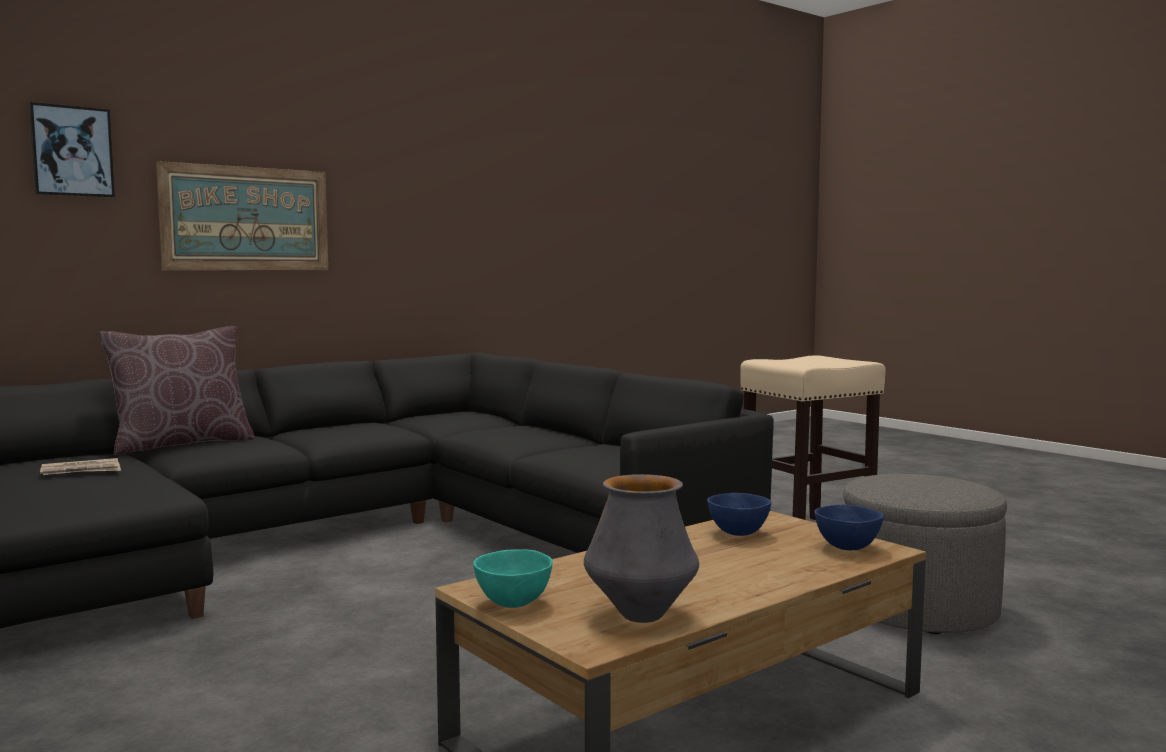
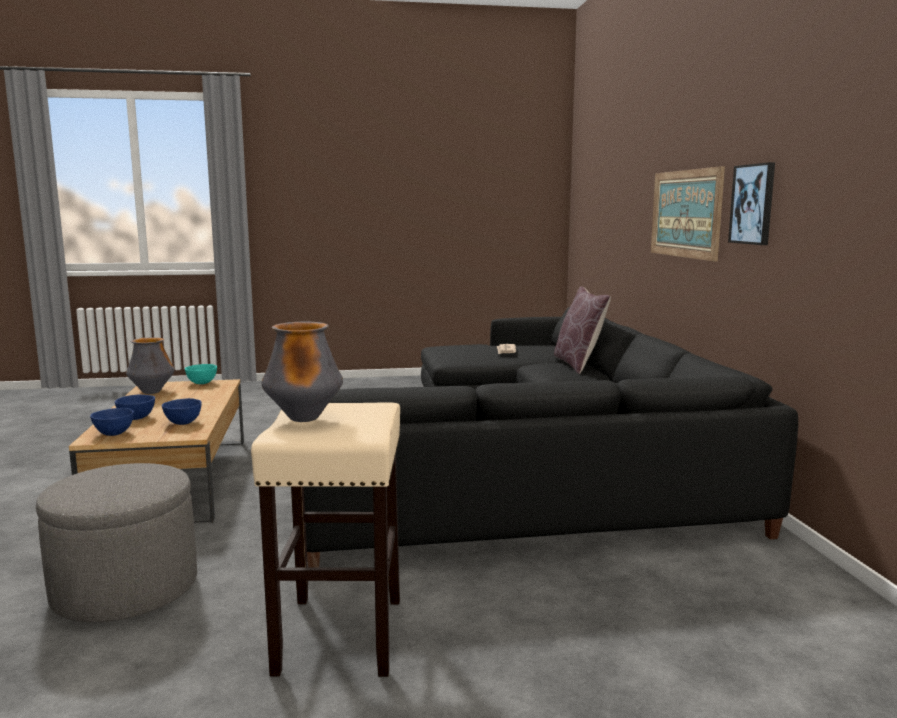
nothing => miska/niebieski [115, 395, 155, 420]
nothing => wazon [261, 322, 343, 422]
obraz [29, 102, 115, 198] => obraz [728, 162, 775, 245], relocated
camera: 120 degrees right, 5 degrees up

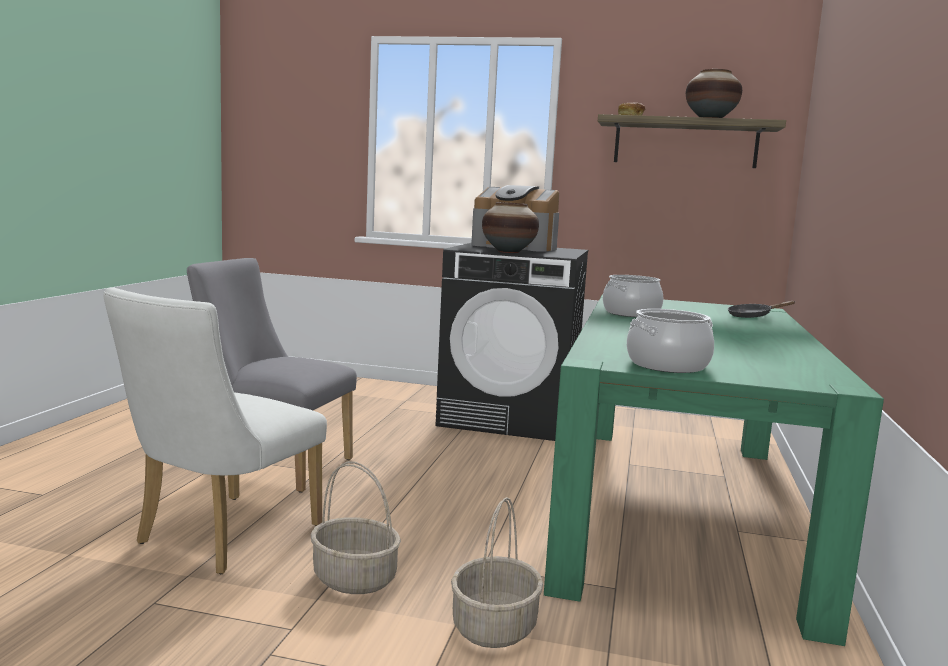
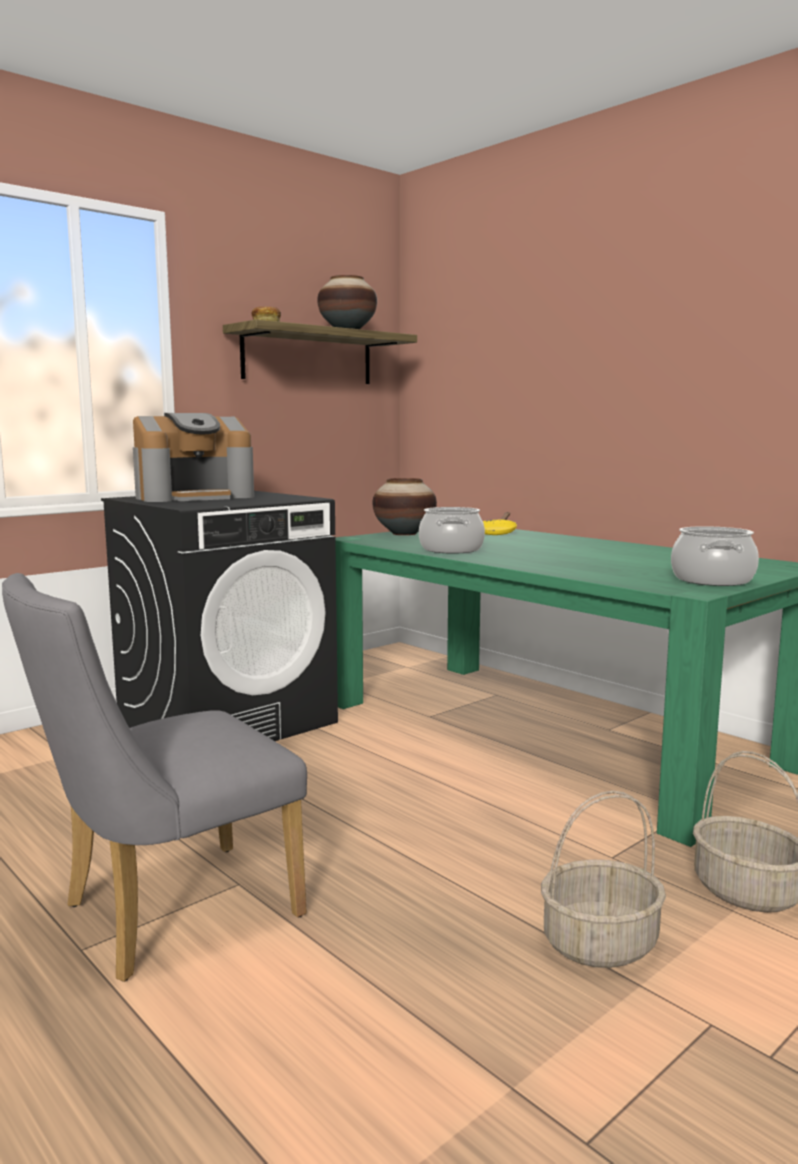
krzesło/biały [103, 287, 327, 574] => nothing
wazon [482, 202, 539, 253] => wazon [372, 478, 437, 535], relocated
patelnia/czarny [728, 301, 795, 318] => patelnia/żółty [483, 512, 517, 535]
camera: 55 degrees left, 0 degrees up

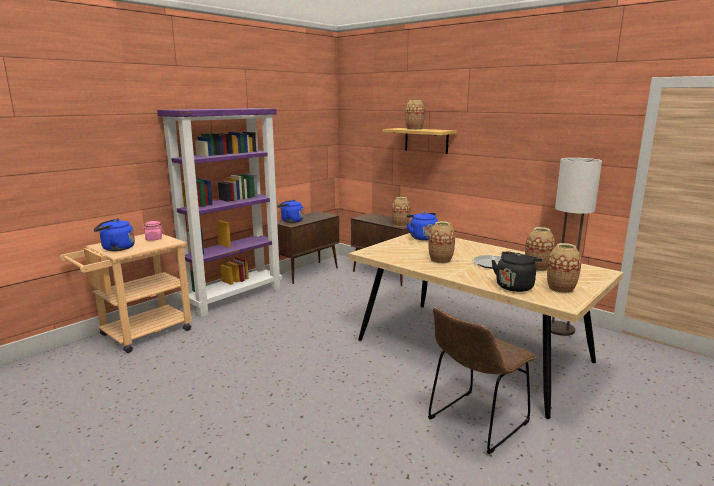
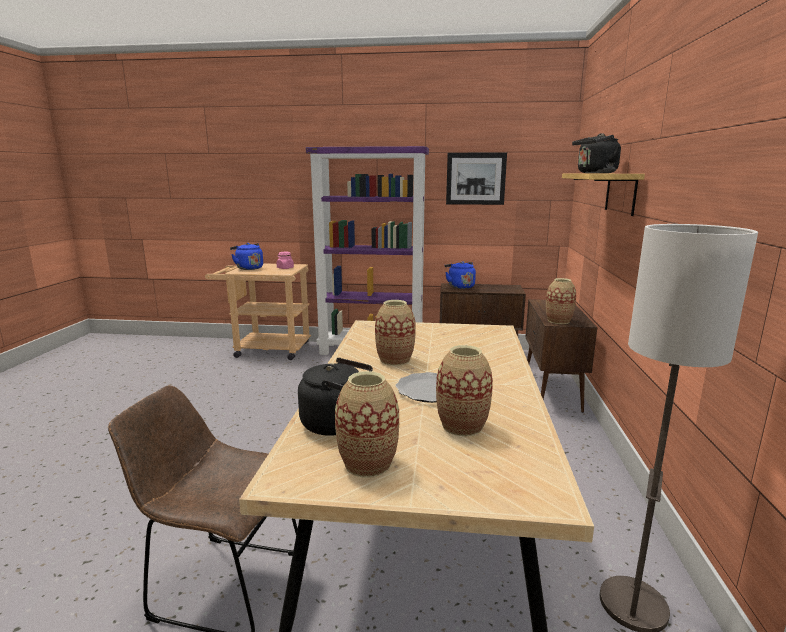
czajnik/niebieski [407, 212, 438, 241] => nothing
nothing => obraz [446, 152, 507, 205]
wazon [405, 99, 425, 130] => czajnik/czarny [572, 133, 621, 173]
camera: 55 degrees right, 0 degrees up

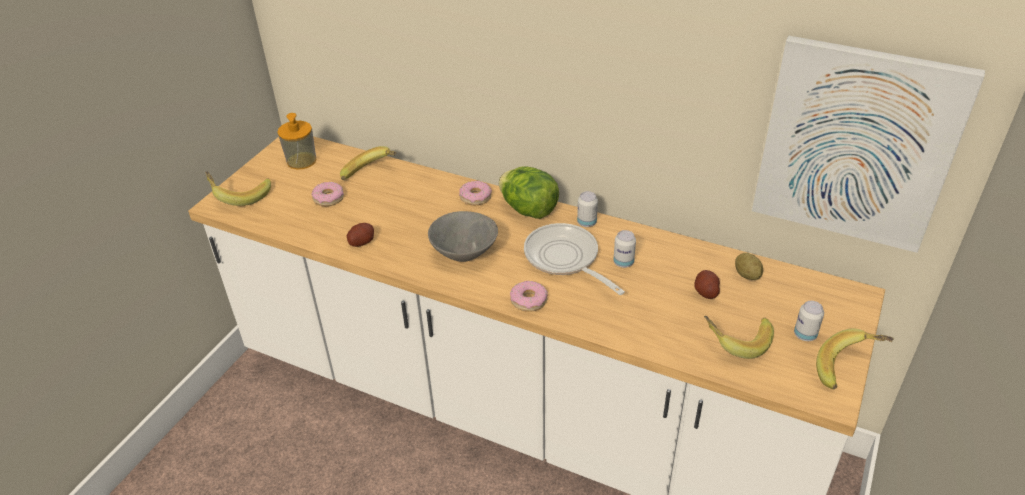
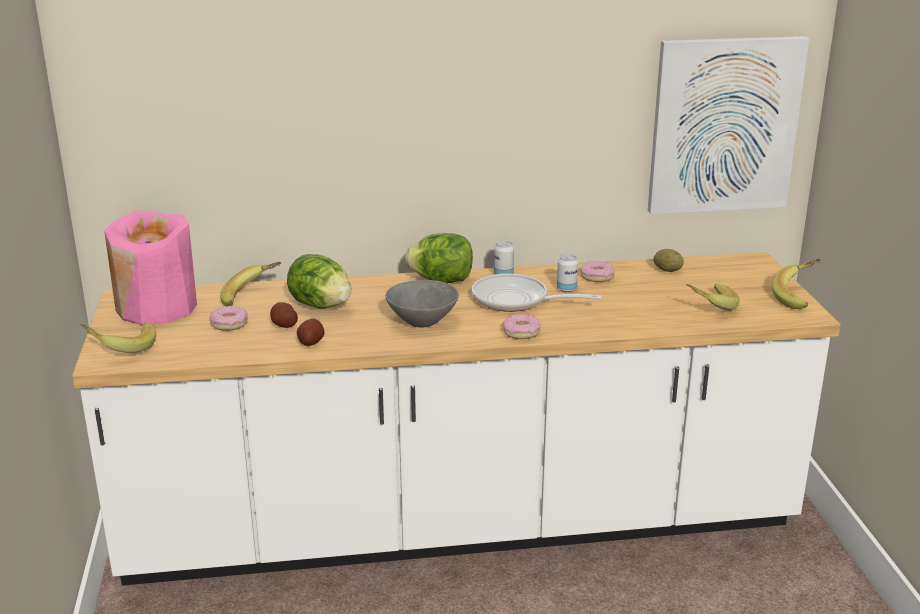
puszka [794, 301, 824, 341] => nothing
nothing => sałata [287, 254, 352, 309]
donut [459, 181, 492, 205] => donut [580, 261, 615, 282], relocated
ziemniak [694, 270, 720, 299] => ziemniak [270, 302, 298, 328], relocated
dozownik mydła [277, 113, 316, 169] => wazon/różowy [104, 210, 197, 325]
camera: 35 degrees left, 15 degrees down

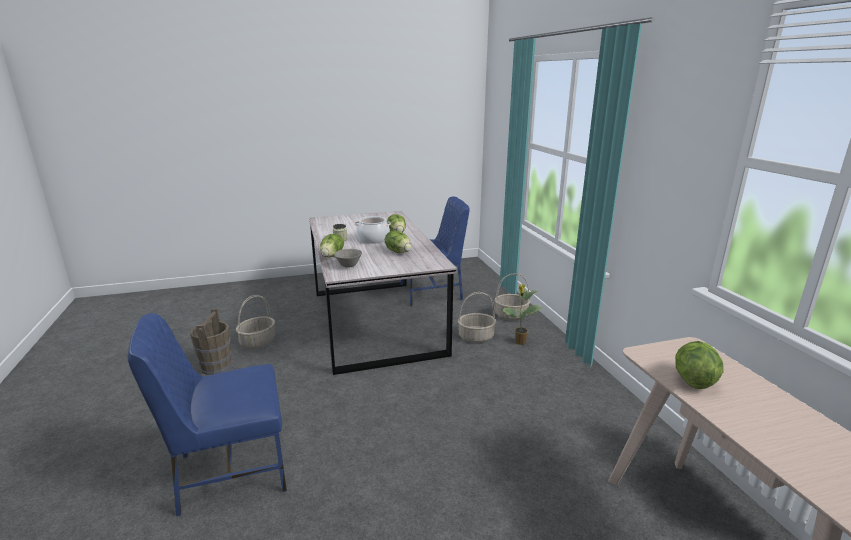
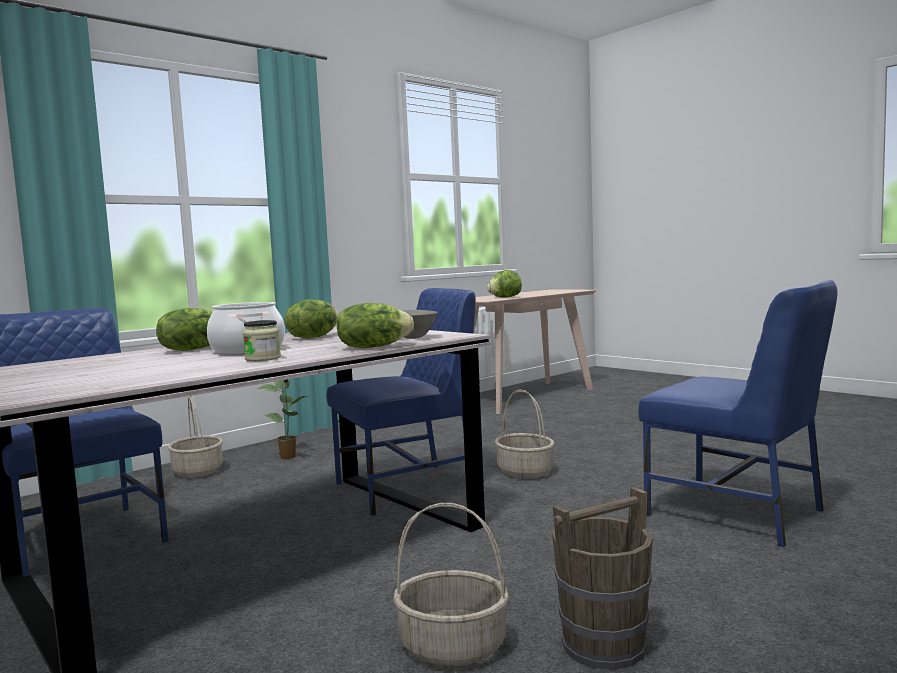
nothing => krzesło/niebieski [327, 288, 476, 516]
koszyk [458, 292, 496, 343] => koszyk [494, 389, 554, 479], relocated
camera: 115 degrees left, 15 degrees down

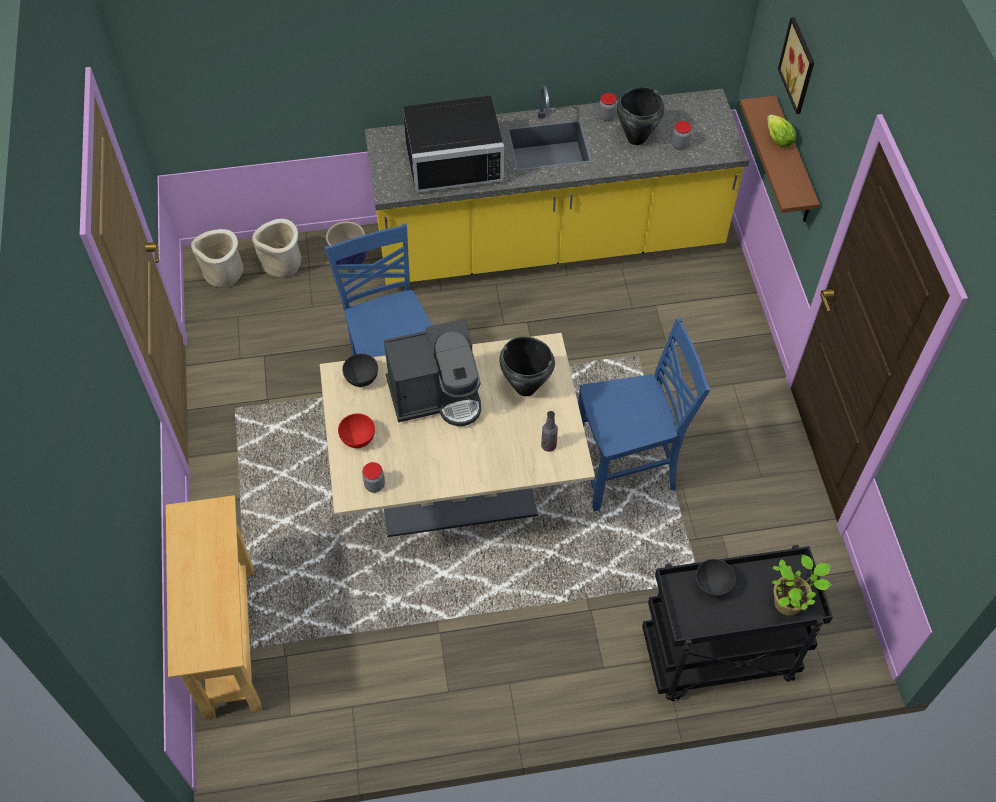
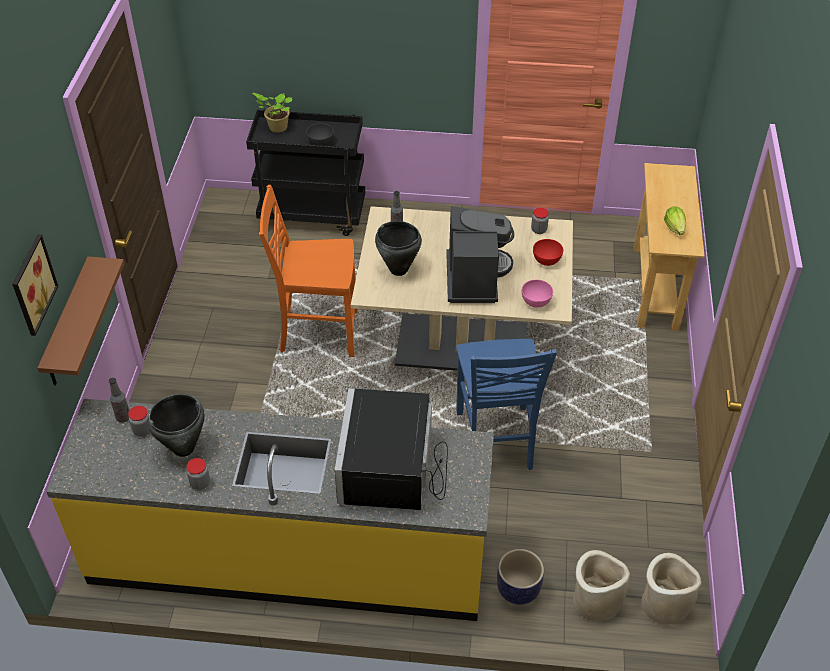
nothing => butelka [109, 378, 129, 422]
sałata [767, 114, 796, 148] => sałata [664, 206, 686, 235], relocated
miska/szary [342, 354, 378, 387] => miska/różowy [522, 280, 553, 308]
krzesło/niebieski [578, 317, 710, 511] => krzesło/pomarańczowy [259, 185, 358, 357]
ekspres do kawy [384, 319, 481, 426] => ekspres do kawy [446, 206, 514, 303], 90 degrees clockwise
mikrofalówka/czarny [403, 96, 504, 193] => mikrofalówka/czarny [335, 388, 448, 510], 90 degrees counterclockwise
camera: 165 degrees left, 10 degrees down

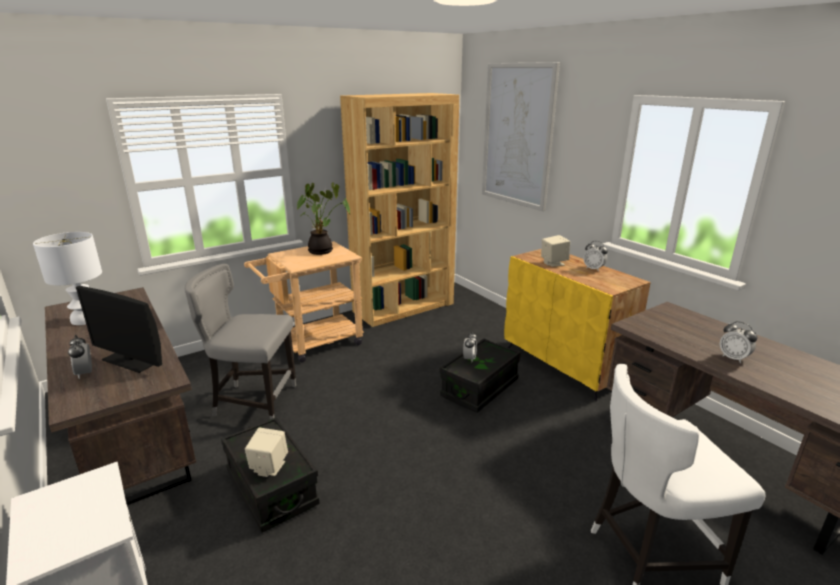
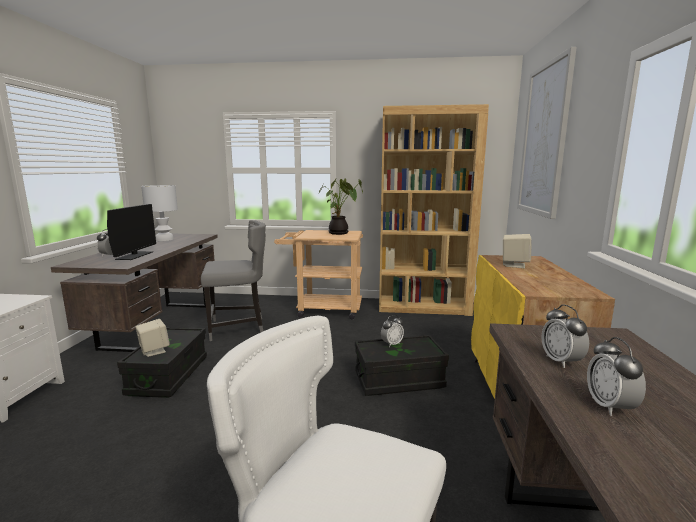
budzik [583, 241, 608, 271] => budzik [541, 305, 589, 368], relocated
monitor [76, 286, 162, 373] => monitor [107, 204, 156, 260], 150 degrees counterclockwise
krzesło/szary [185, 264, 296, 419] => krzesło/szary [201, 220, 266, 341], 120 degrees clockwise
camera: 40 degrees right, 10 degrees down

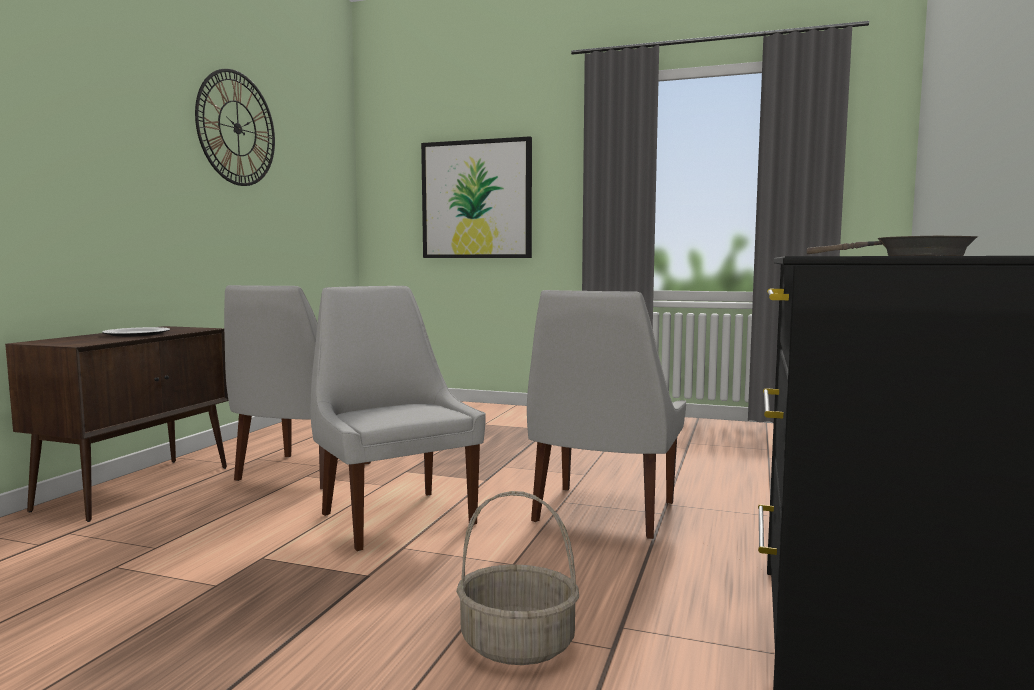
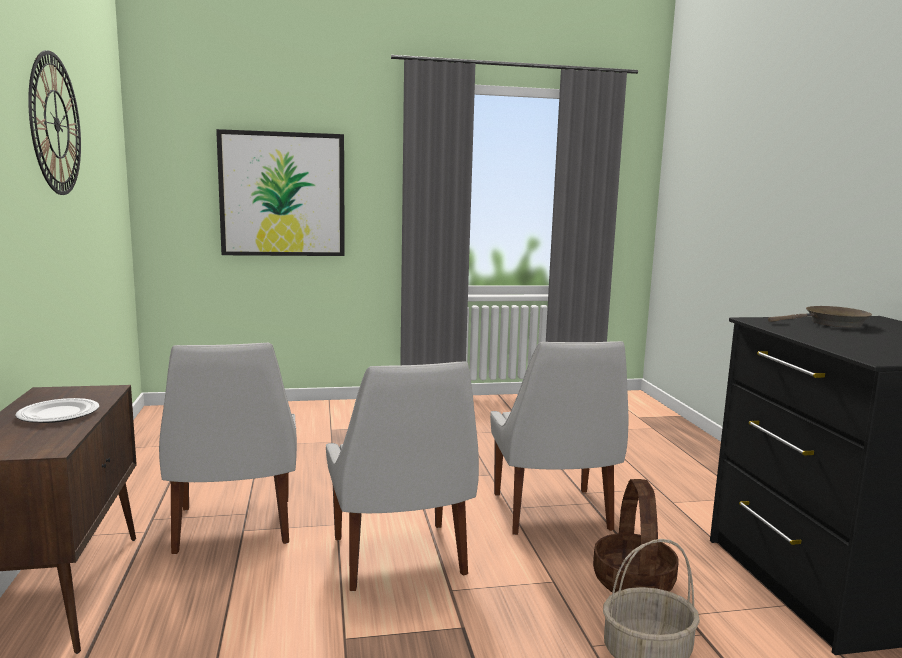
nothing => koszyk [593, 479, 679, 592]
krzesło/biały [311, 286, 486, 551] => krzesło/biały [326, 361, 479, 591], 135 degrees counterclockwise
camera: 30 degrees left, 5 degrees up

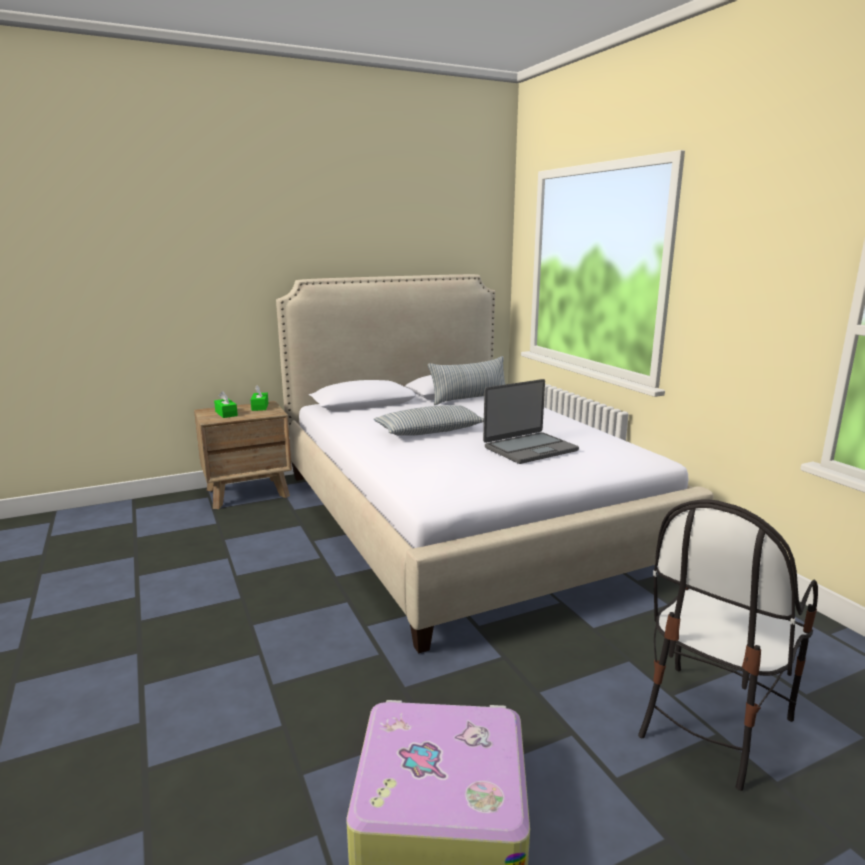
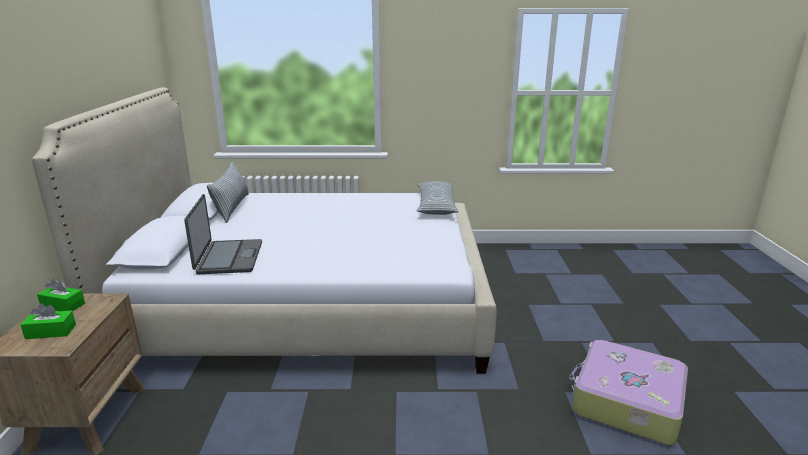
krzesło [638, 500, 818, 791] => nothing
poduszka [373, 405, 484, 436] => poduszka [417, 181, 459, 215], relocated
laptop [483, 379, 579, 464] => laptop [184, 194, 262, 274], relocated
camera: 65 degrees left, 5 degrees up

